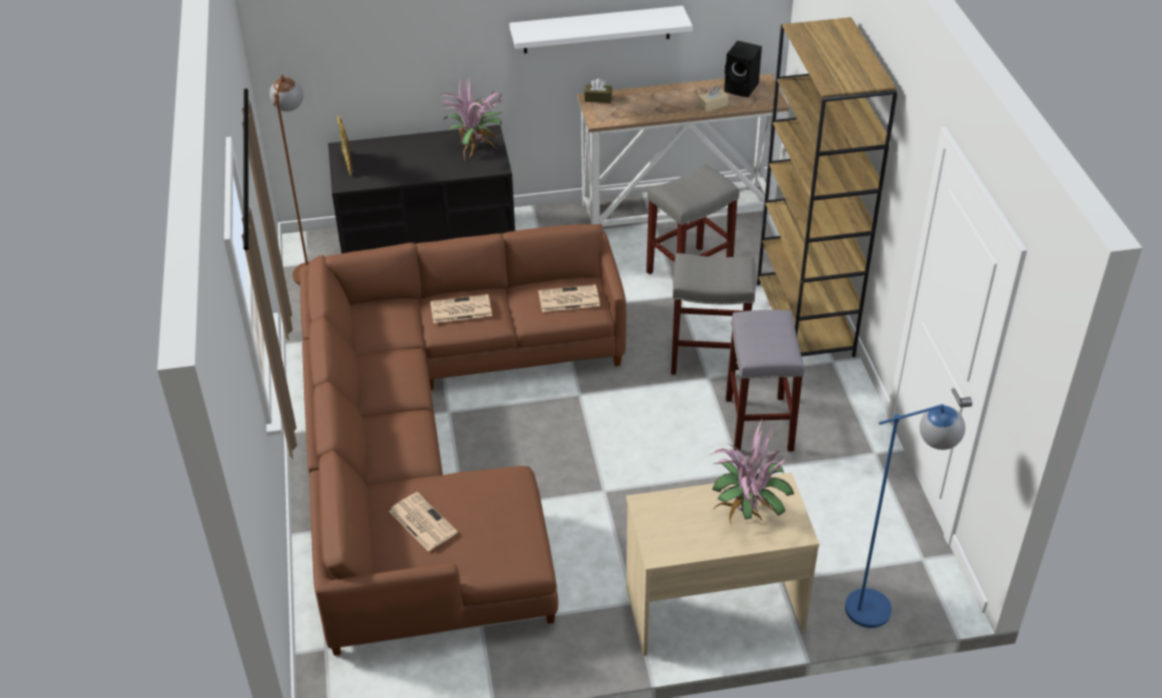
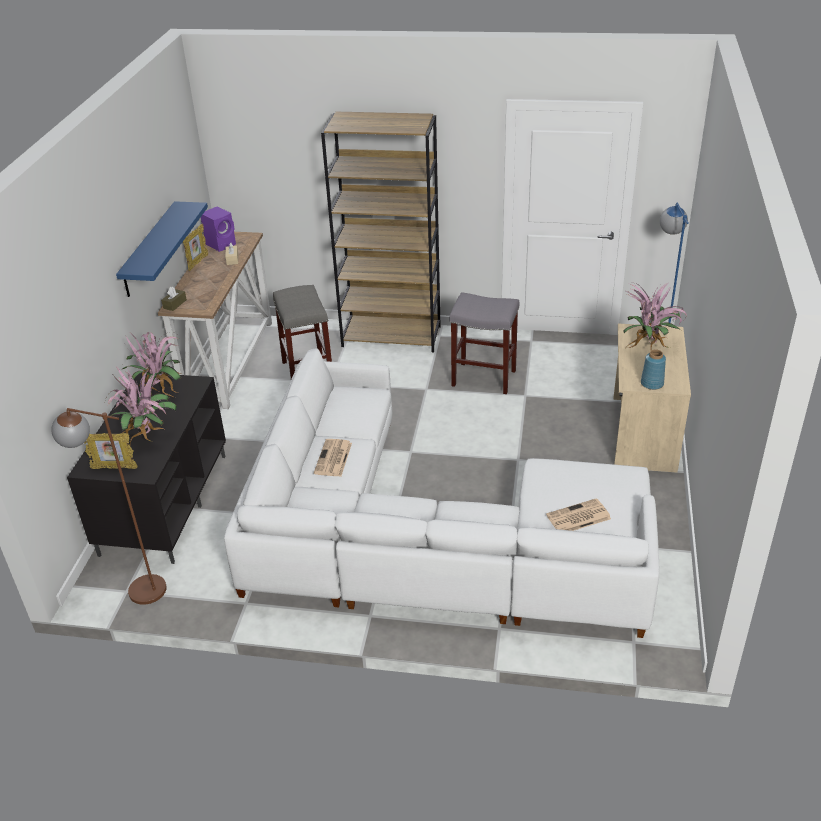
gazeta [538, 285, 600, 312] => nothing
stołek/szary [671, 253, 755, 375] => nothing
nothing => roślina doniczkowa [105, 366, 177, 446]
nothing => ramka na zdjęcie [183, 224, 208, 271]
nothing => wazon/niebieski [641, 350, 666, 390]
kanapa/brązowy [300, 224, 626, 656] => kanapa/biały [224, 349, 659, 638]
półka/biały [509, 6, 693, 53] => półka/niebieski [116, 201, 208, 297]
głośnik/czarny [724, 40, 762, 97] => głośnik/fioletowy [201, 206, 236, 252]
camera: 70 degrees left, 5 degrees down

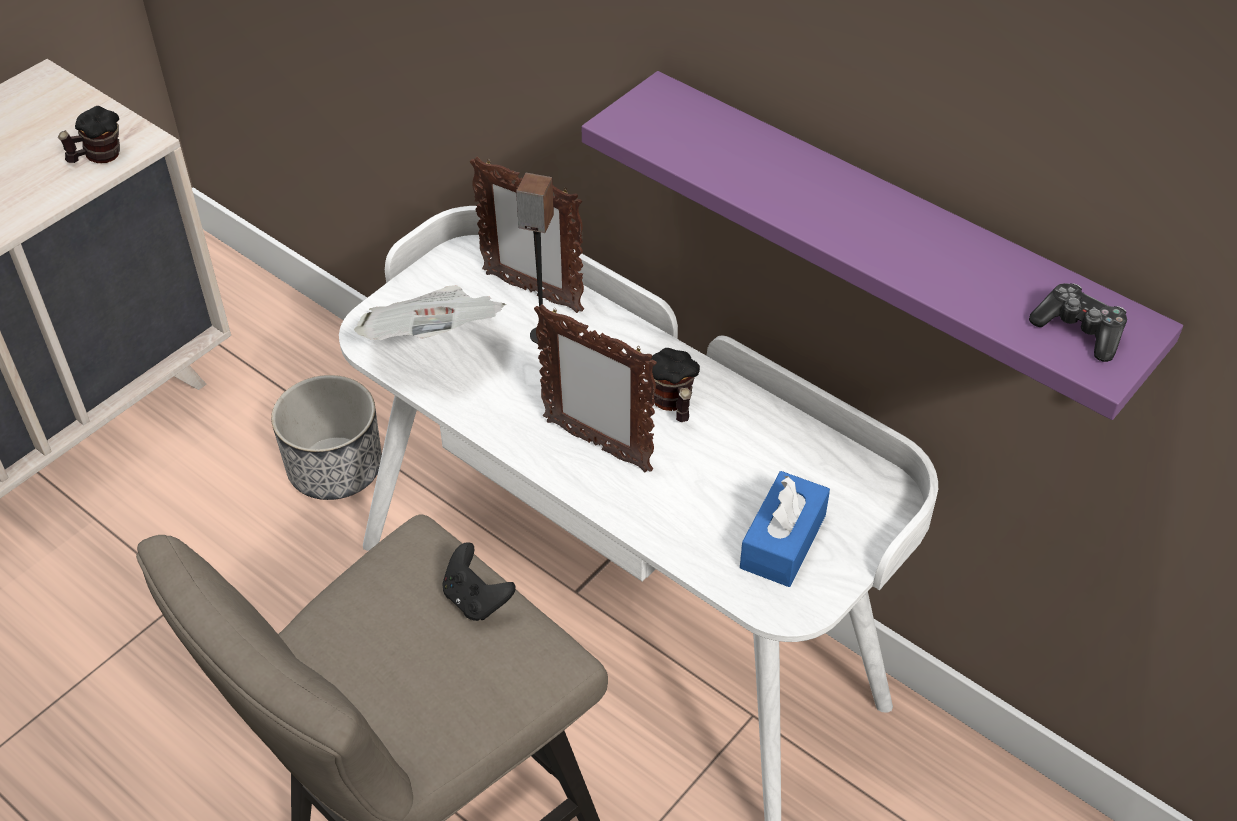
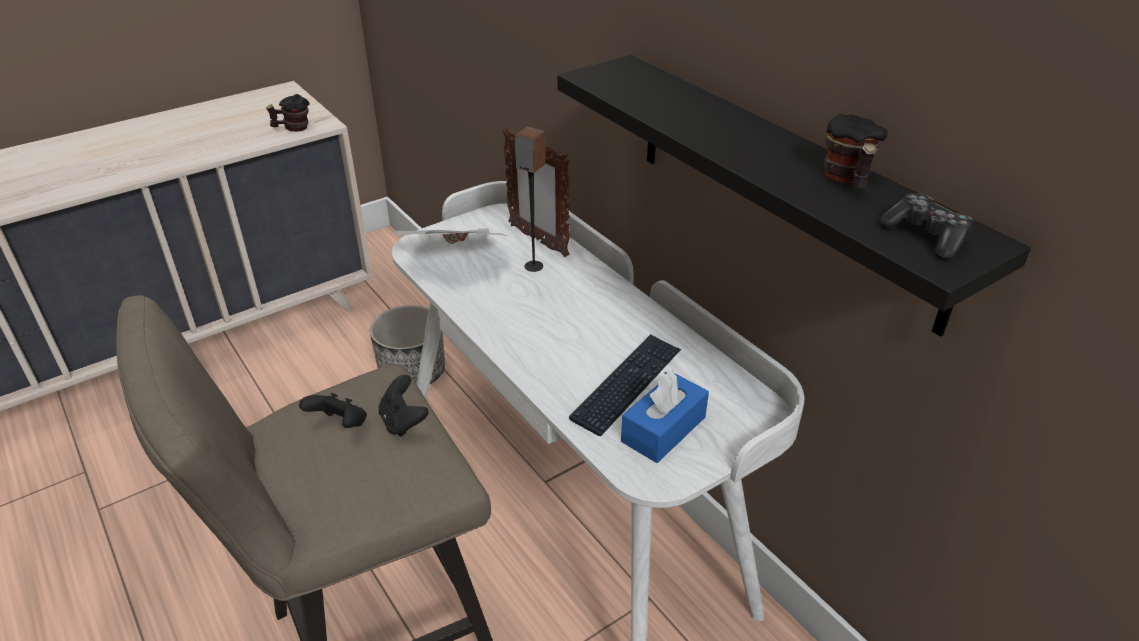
ramka na zdjęcie [534, 304, 657, 472] => nothing
nothing => pad do gier/czarny [299, 393, 367, 428]
nothing => klawiatura [569, 334, 681, 436]
kubek [649, 348, 700, 422] => kubek [823, 114, 888, 188], relocated
półka/fioletowy [582, 71, 1183, 420] => półka/czarny [557, 55, 1031, 337]
camera: 15 degrees right, 10 degrees down

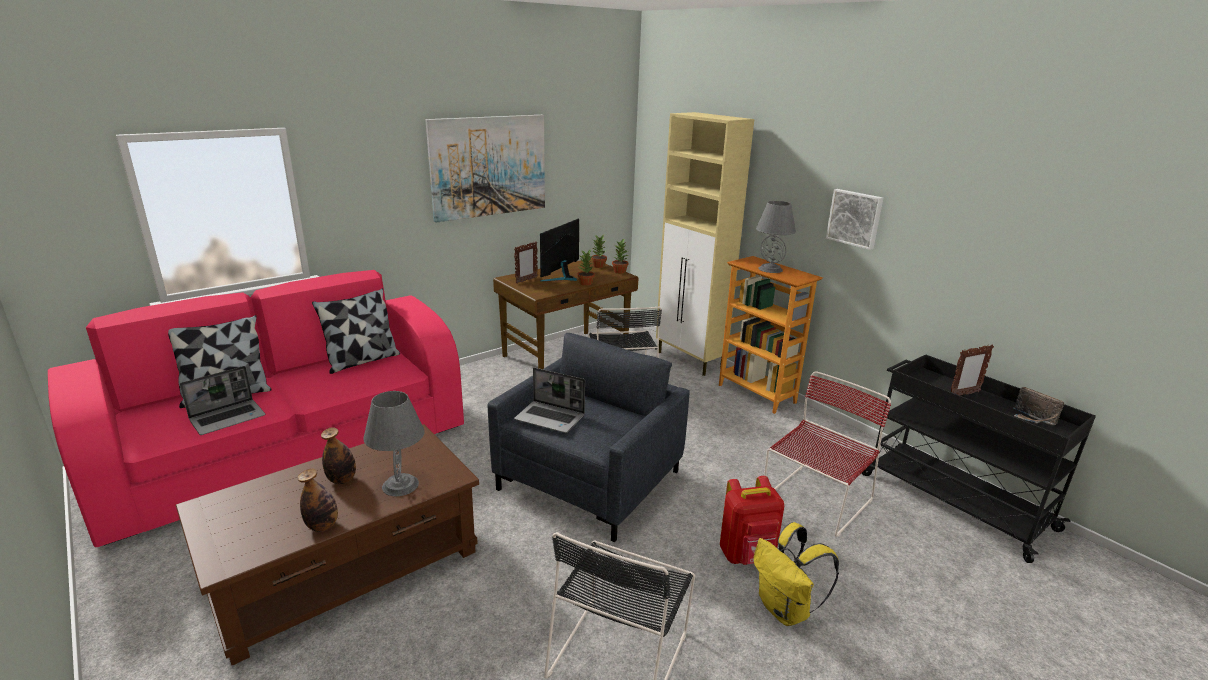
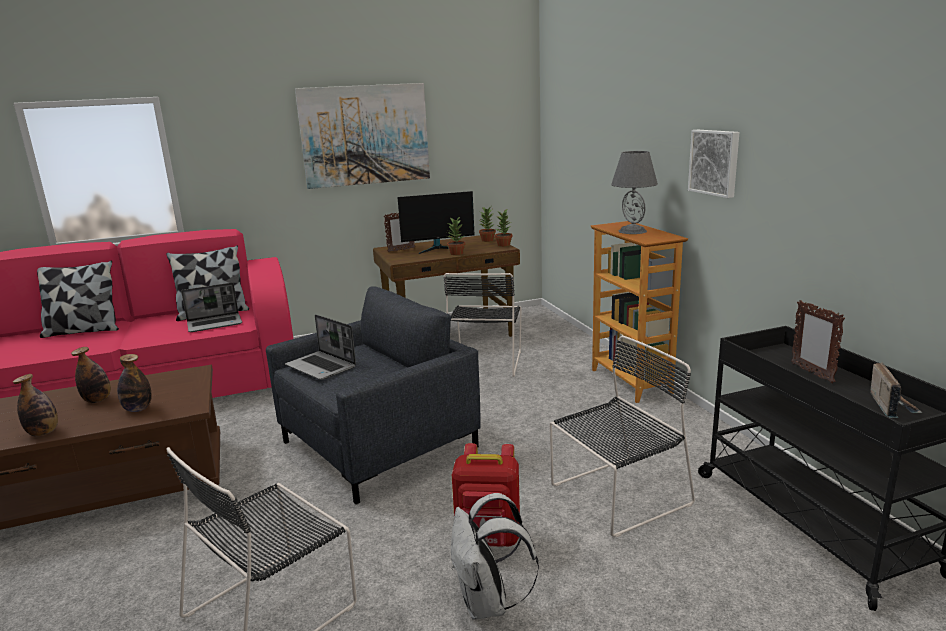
szafka/beżowy [656, 112, 754, 376] => nothing
laptop [180, 366, 266, 435] => laptop [181, 283, 242, 332], relocated
lampa stołowa/szary [363, 391, 425, 496] => butelka [117, 354, 152, 412]
plecak/żółty [754, 522, 839, 626] => plecak/biały [451, 493, 539, 620]
krzesło/czerwony [764, 371, 891, 537] => krzesło/czarny [549, 335, 695, 537]
monitor [540, 219, 579, 282] => monitor [397, 191, 475, 254], 150 degrees counterclockwise
ramka na zdjęcie [951, 344, 994, 395] => ramka na zdjęcie [791, 300, 845, 383], 75 degrees clockwise
radio [1013, 387, 1064, 425] => radio [870, 362, 922, 418], 150 degrees counterclockwise
camera: 20 degrees right, 5 degrees down

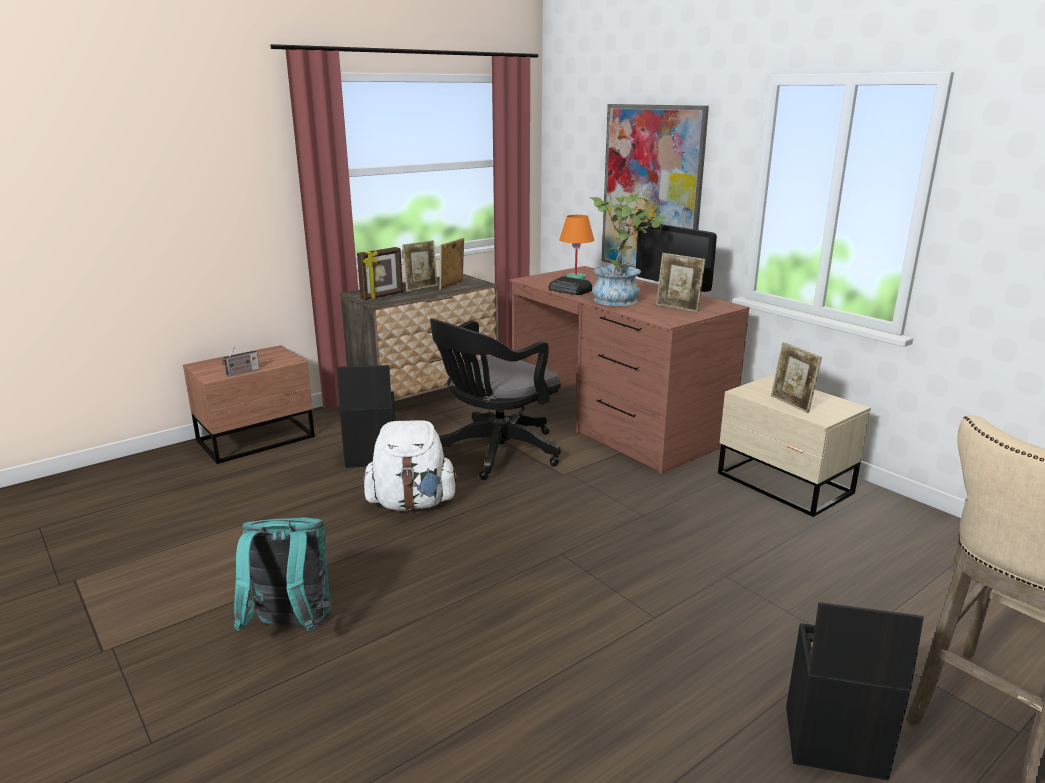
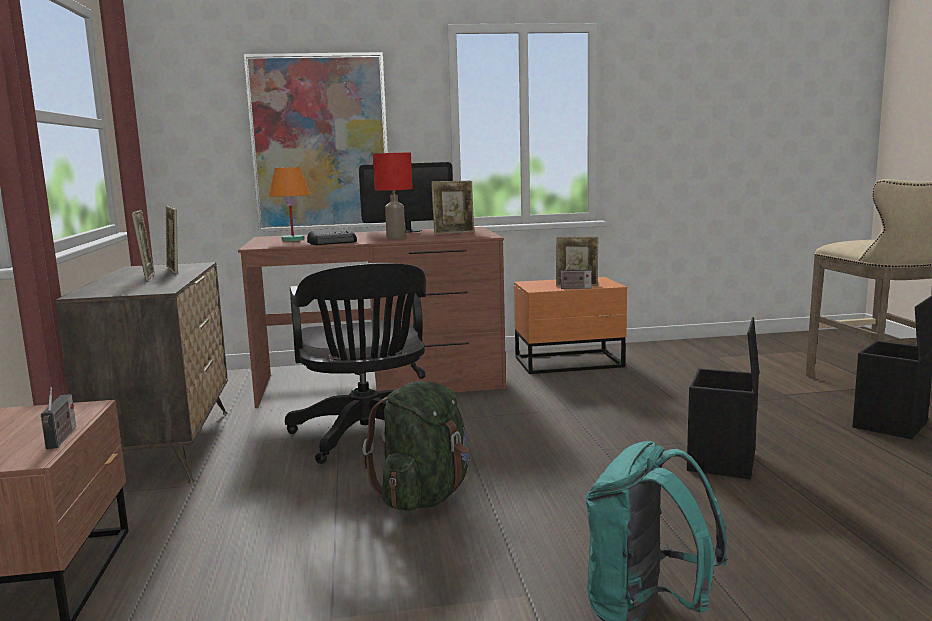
ramka na zdjęcie [357, 247, 403, 300] => nothing
nothing => radio [557, 261, 592, 289]
pojemnik do przechowywania/czarny [336, 365, 396, 468] => pojemnik do przechowywania/czarny [687, 317, 759, 479], relocated
roślina doniczkowa [589, 193, 666, 306] => lampa stołowa/czerwony [373, 152, 413, 239]
plecak/biały [363, 420, 459, 511] => plecak/zielony [363, 381, 469, 511]
szafka nocna/beżowy [718, 375, 871, 517] => szafka nocna/pomarańczowy [514, 277, 627, 374]
camera: 60 degrees left, 10 degrees down

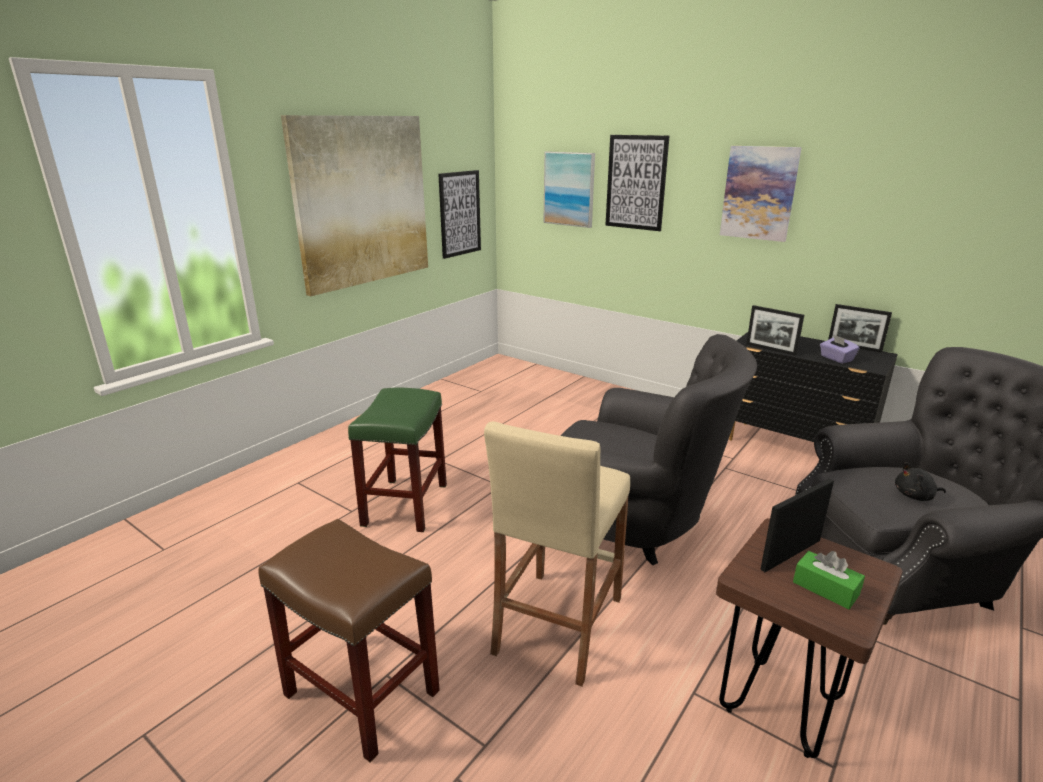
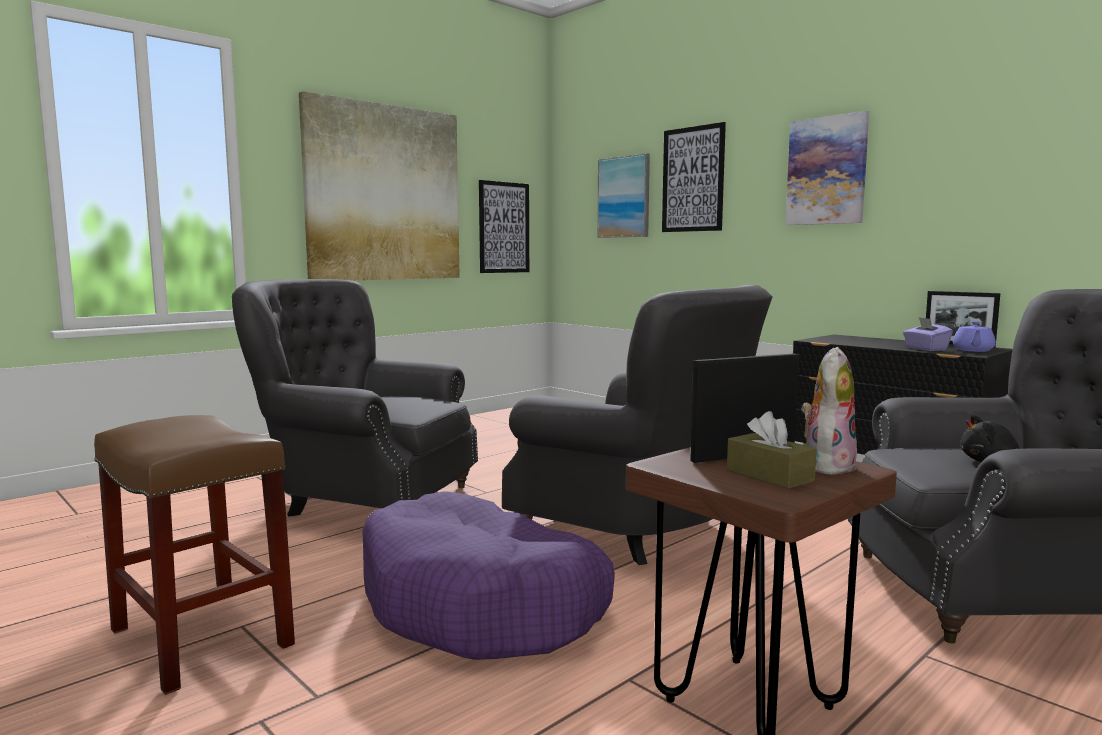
ramka na zdjęcie [746, 305, 804, 356] => nothing
nothing => pluszak [801, 347, 857, 475]
nothing => imbryk/fioletowy [953, 321, 996, 352]
stołek/zielony [348, 388, 447, 532] => fotel/szary [232, 279, 478, 517]
stołek/beżowy [484, 421, 630, 687] => legowisko/fioletowy [362, 491, 615, 660]
pudełko chusteczek/zielony [793, 551, 865, 609] => pudełko chusteczek/brązowy [727, 411, 817, 489]
camera: 10 degrees right, 15 degrees down

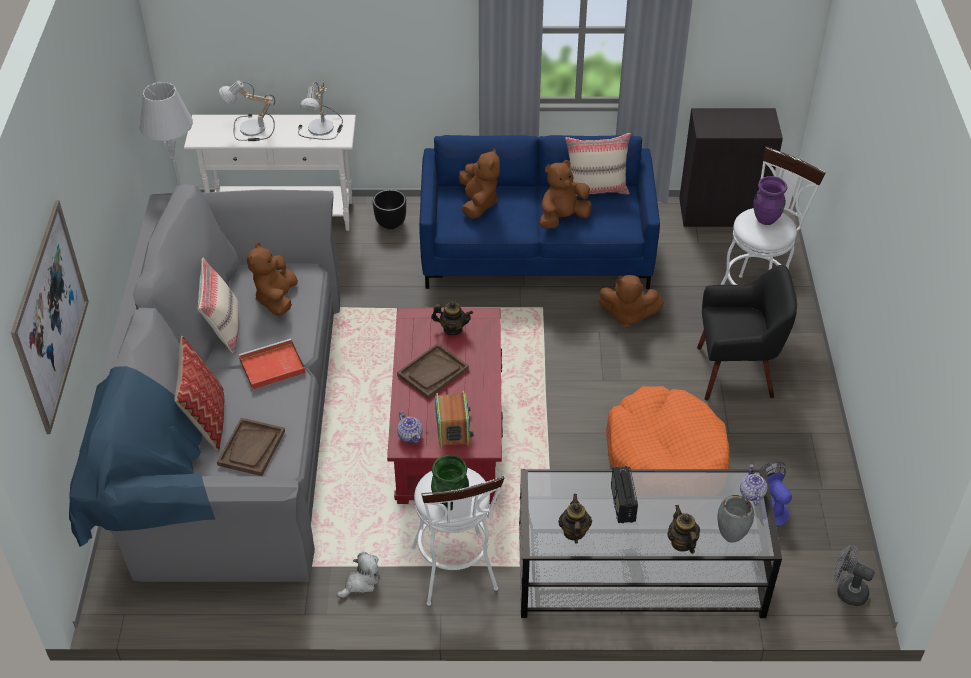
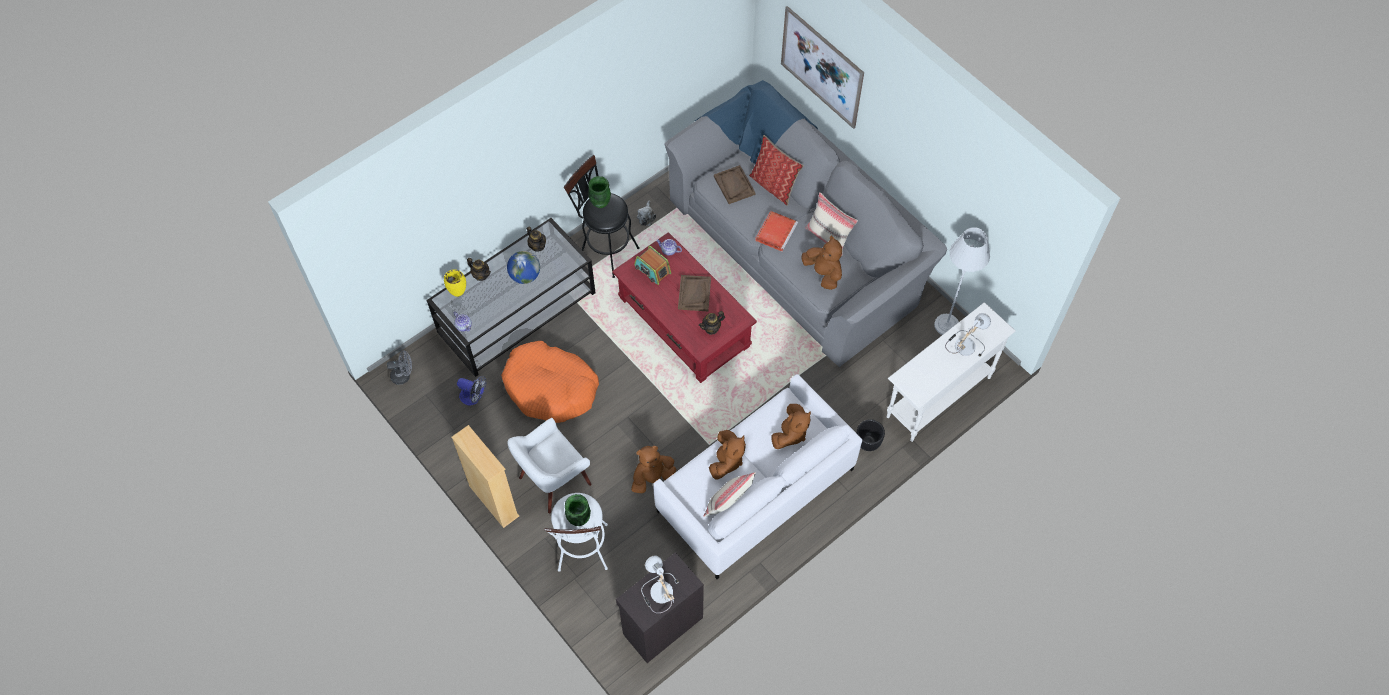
nothing => regał/beżowy [451, 425, 519, 528]
lampa stołowa [298, 82, 343, 140] => lampa stołowa [641, 555, 679, 613], relocated
radio [611, 466, 638, 523] => globus [507, 251, 540, 284]
stołek/biały [411, 468, 504, 606] => stołek/czarny [564, 155, 640, 278]
kanapa/niebieski [419, 135, 660, 289] => kanapa/biały [653, 374, 862, 579]
fotel/czarny [697, 265, 797, 400] => fotel/biały [508, 418, 592, 513]
wazon/szary [717, 495, 754, 543] => wazon/żółty [444, 269, 466, 297]
wazon/fioletowy [753, 176, 787, 225] => wazon/zielony [565, 494, 591, 526]
pluszak/brązowy [459, 148, 500, 219] => pluszak/brązowy [772, 404, 811, 449], 105 degrees counterclockwise
camera: 140 degrees right, 15 degrees up

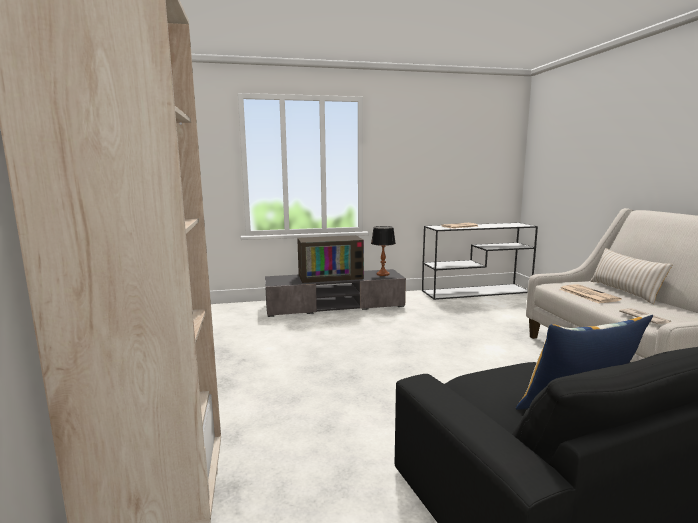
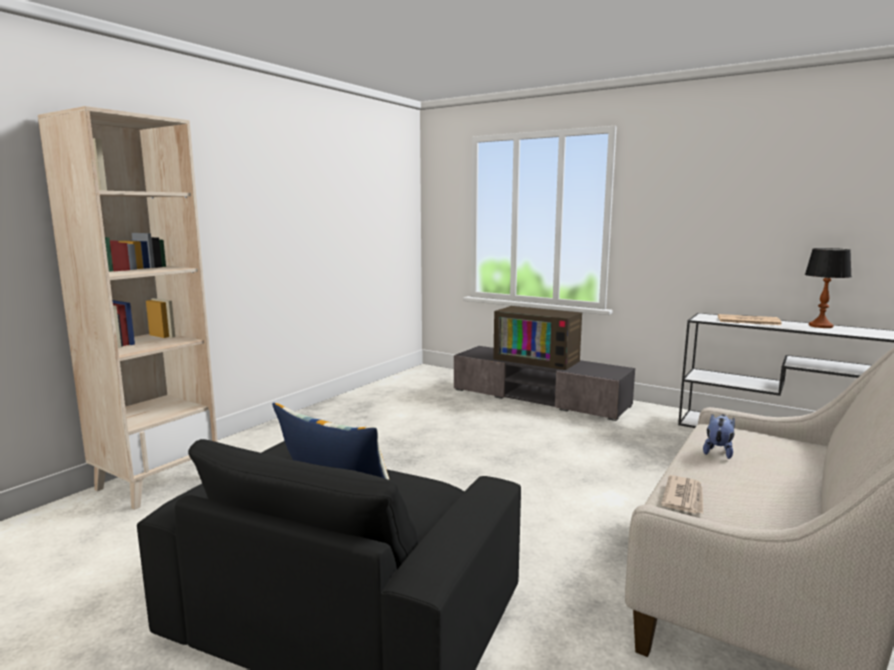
poduszka/beżowy [590, 248, 673, 304] => nothing
lampa stołowa [371, 226, 396, 276] => lampa stołowa [805, 248, 852, 328], relocated
gazeta [559, 284, 622, 303] => pluszak [703, 414, 735, 459]
camera: 45 degrees right, 0 degrees up

